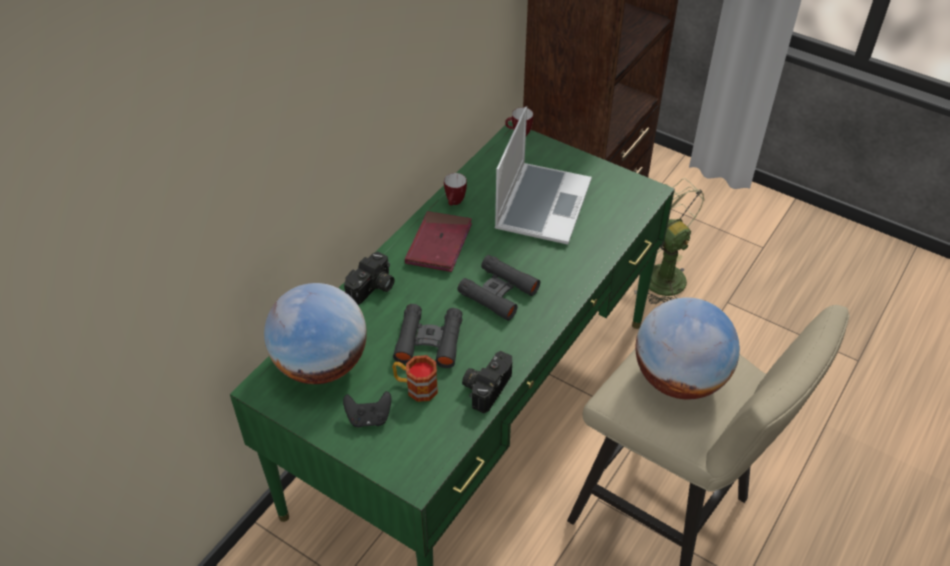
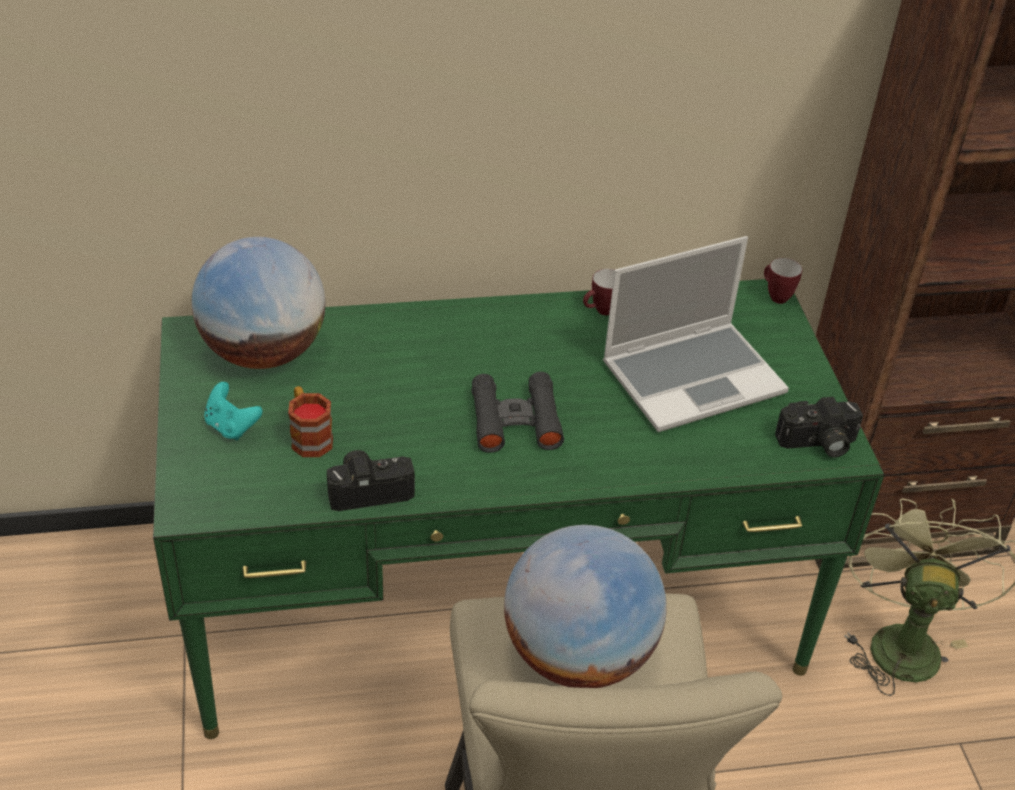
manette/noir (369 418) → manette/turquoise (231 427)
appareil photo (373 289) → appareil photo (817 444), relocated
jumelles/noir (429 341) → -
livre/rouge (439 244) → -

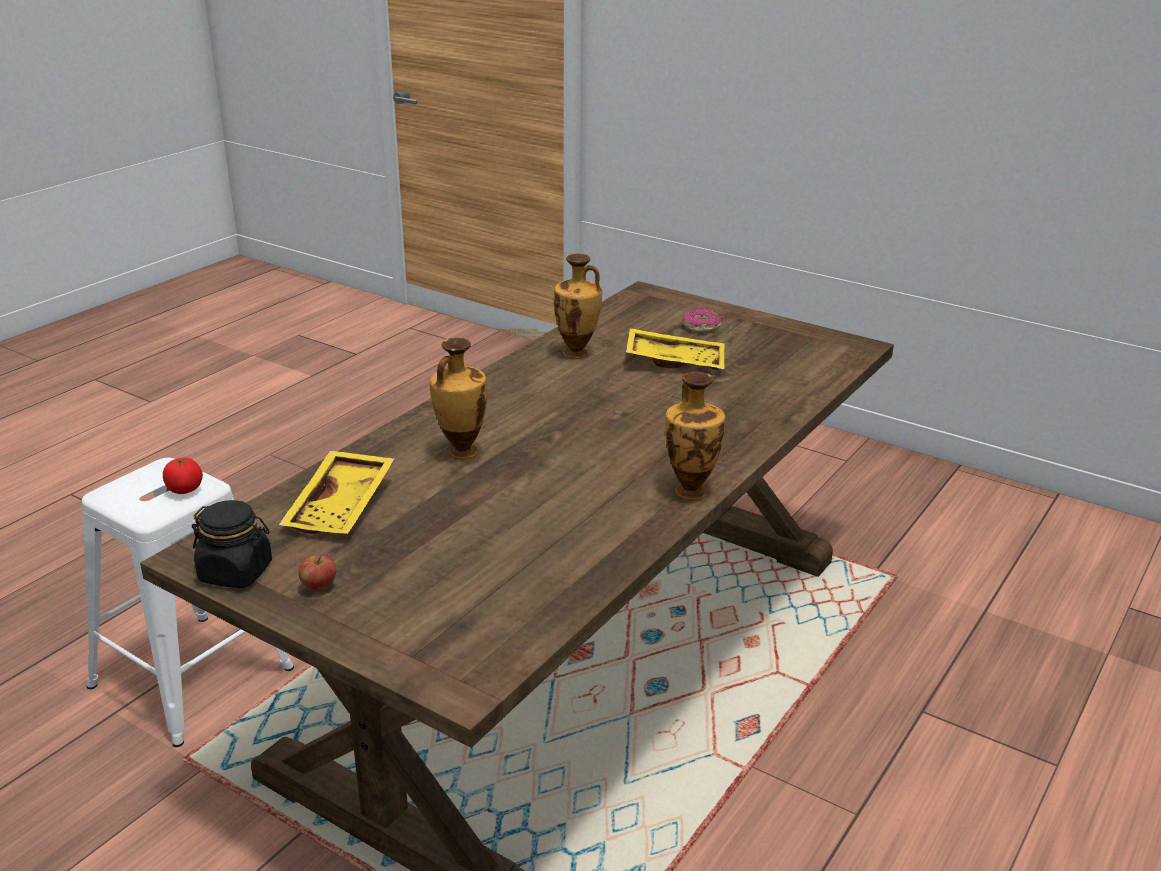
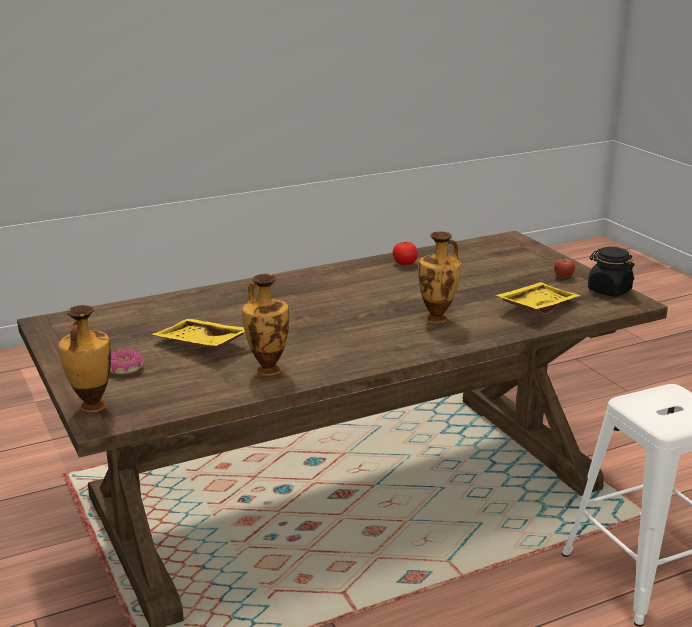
tomate (184 489) → tomate (405 263), relocated
vase (690 491) → vase (91 407), relocated

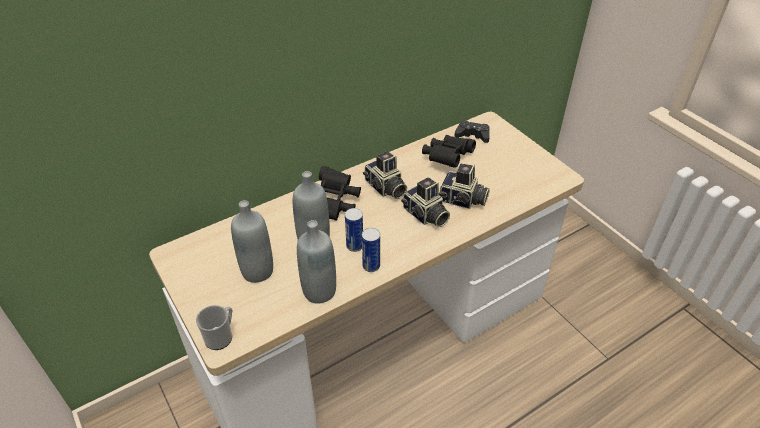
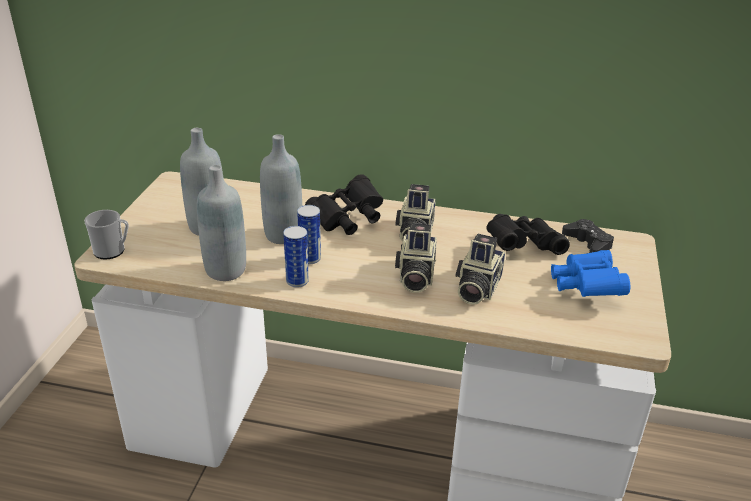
appareil photo (463 200) → appareil photo (476 288), 45 degrees clockwise
- → jumelles/bleu (585 287)

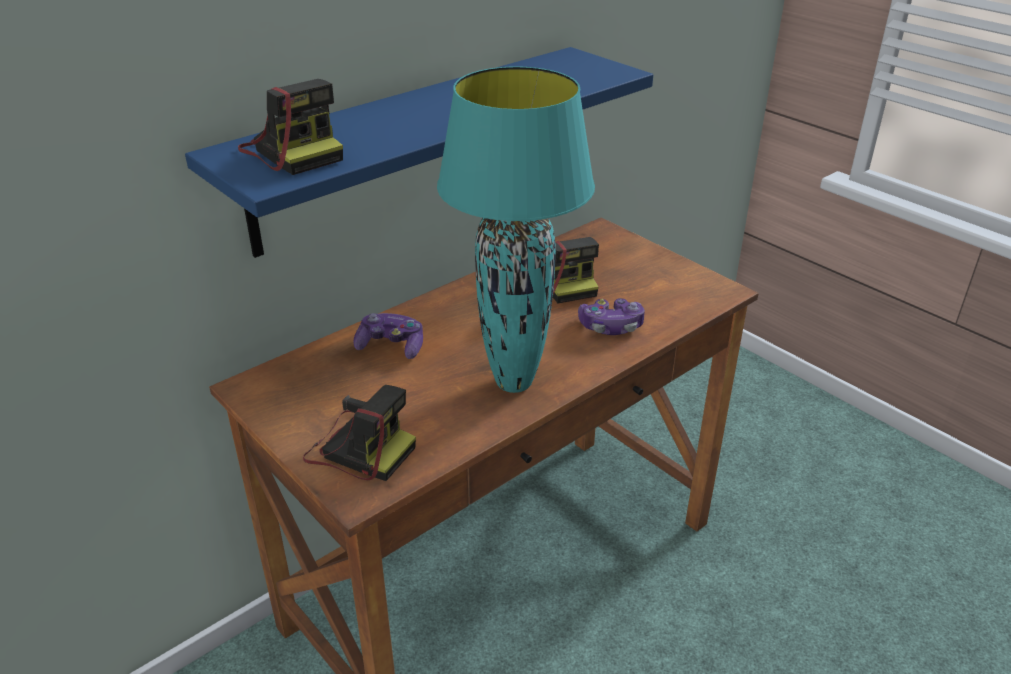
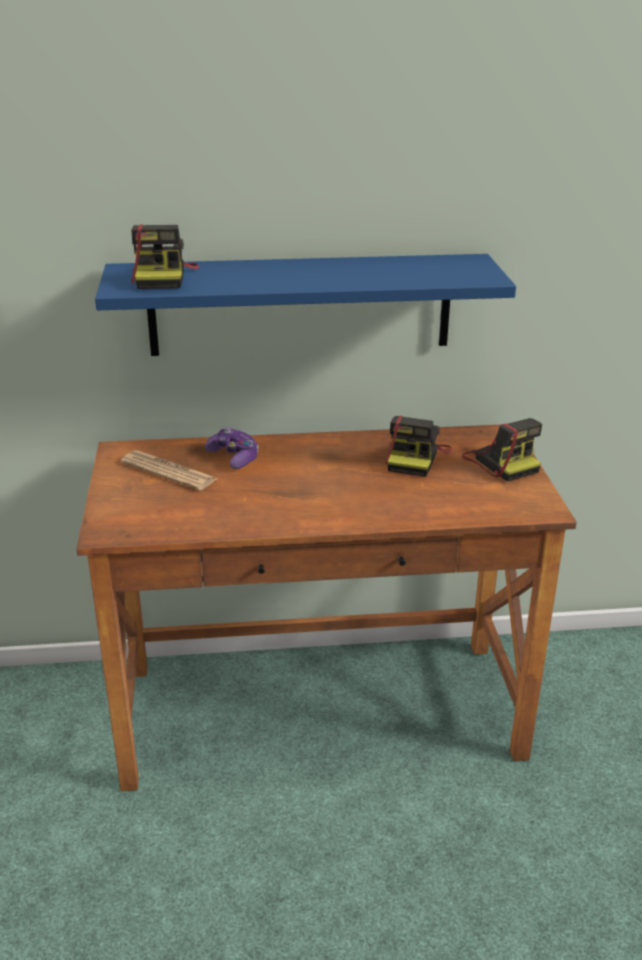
appareil photo (359 449) → appareil photo (501 462), relocated
lampe de table/turquoise (513 382) → -
manette (611 326) → -
- → journal (169 471)

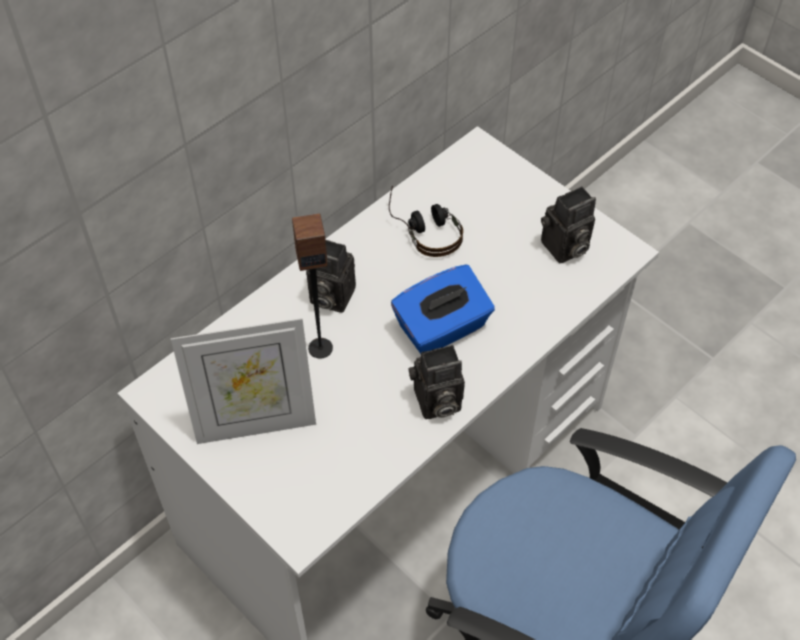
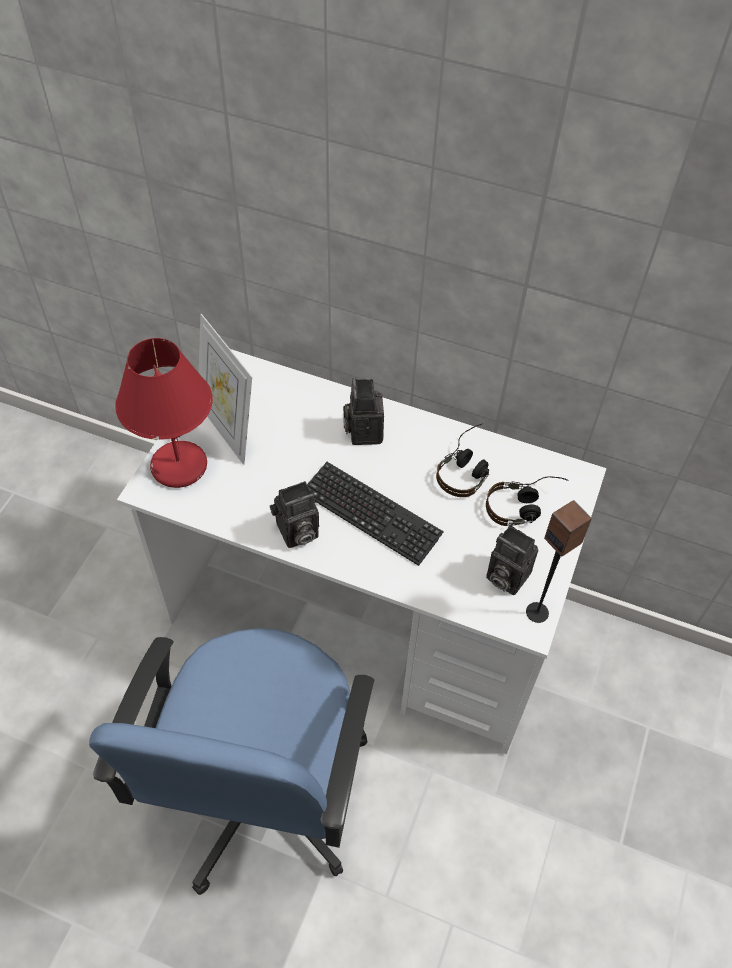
enceinte (320 347) → enceinte (537 612), relocated
boîte à mouchoirs/bleu (442 328) → clavier (371 514)
appareil photo (435 403) → appareil photo (296 533), 75 degrees counterclockwise
- → lampe de table/rouge (178 466)
- → casque audio (525 506)

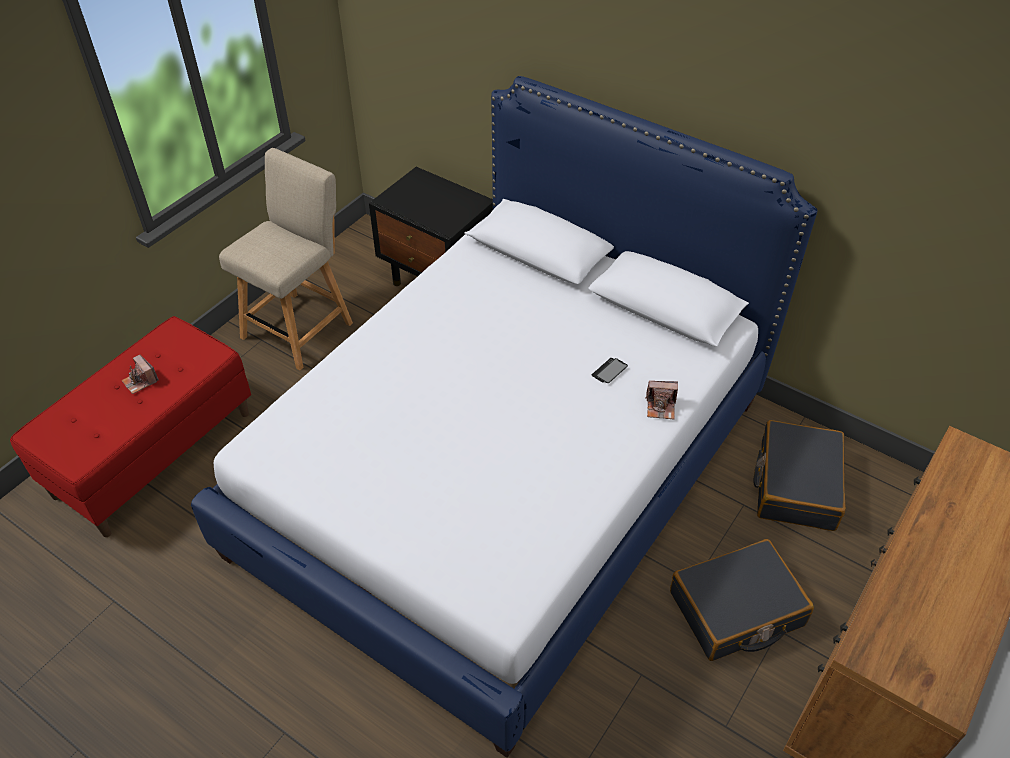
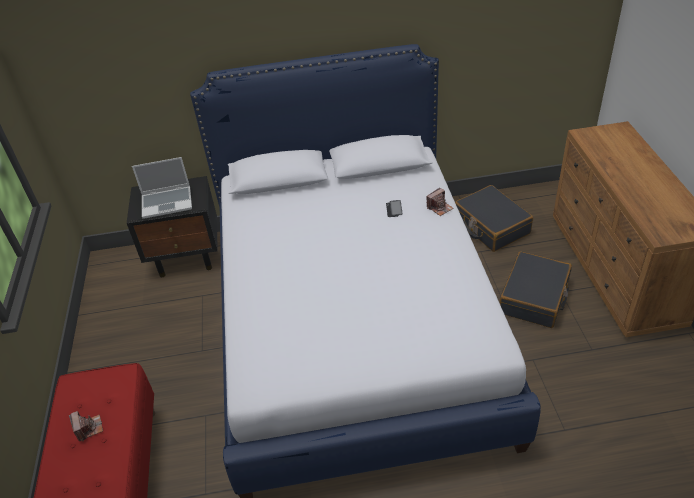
appareil photo (140 381) → appareil photo (89 428), 120 degrees counterclockwise
chaise/beige (300 327) → -
- → ordinateur portable (168 202)

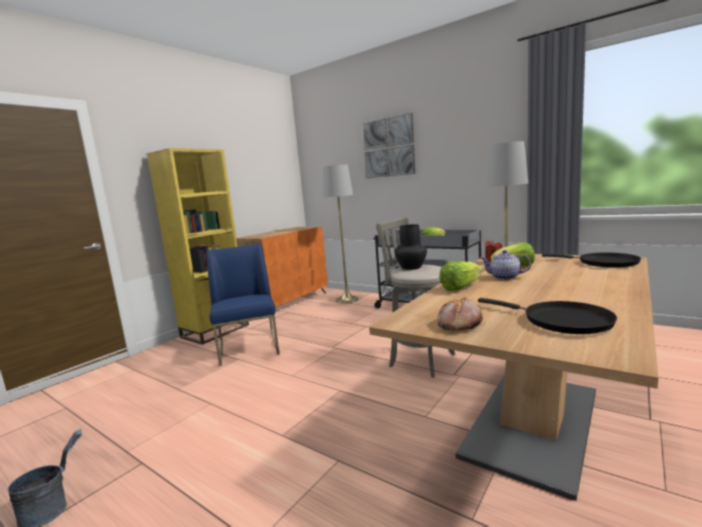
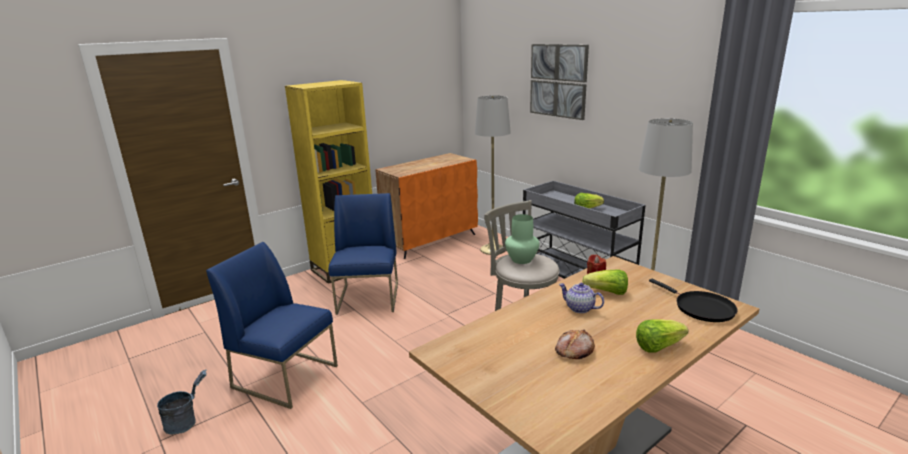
vase/noir (411 267) → vase/vert (521 259)
pain (458 324) → pain (574 350), relocated
laitue (460 288) → laitue (658 346), relocated
poêle/noir (561 321) → -
- → chaise/bleu (286 376)

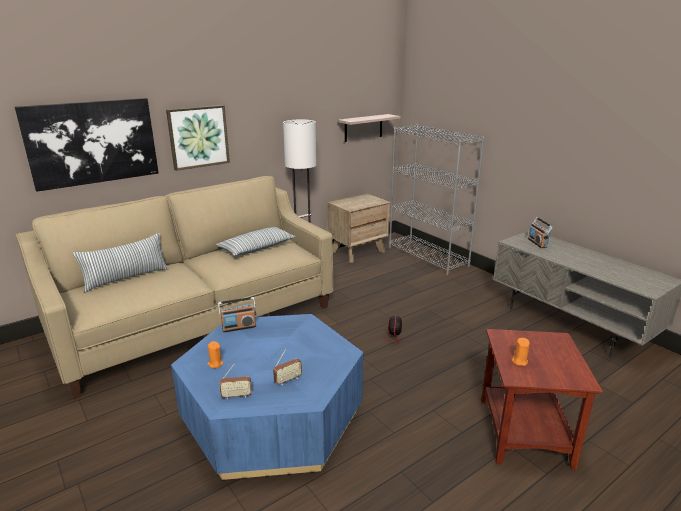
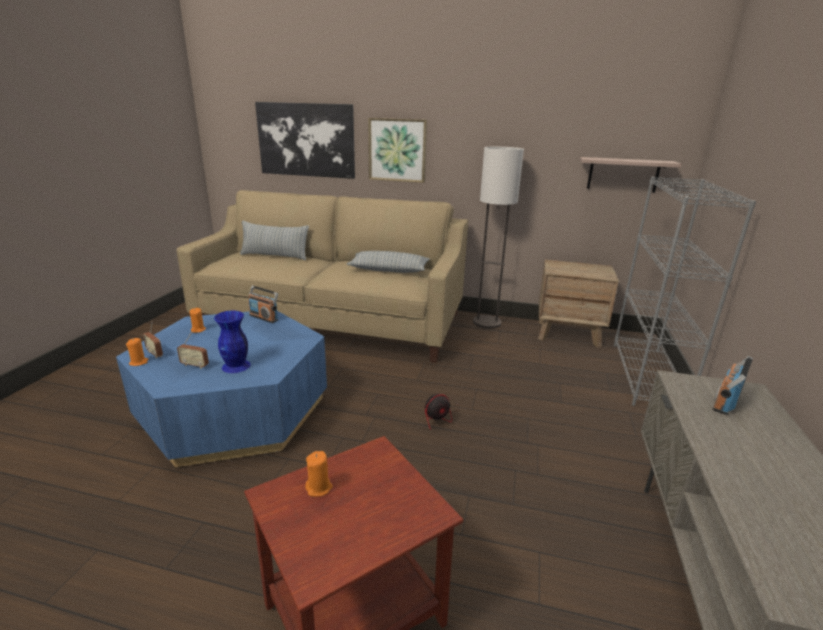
- → bougie/orange (139 362)
- → vase/bleu (236 366)

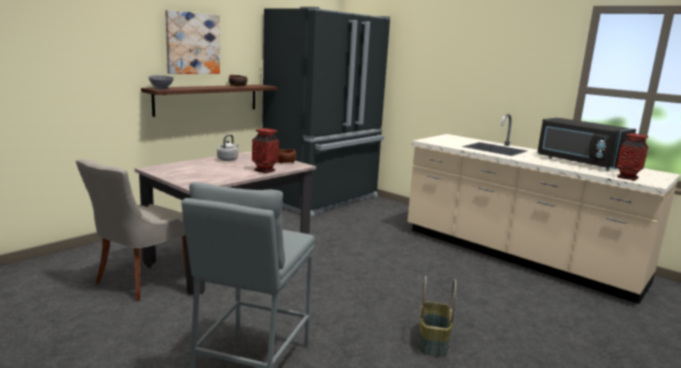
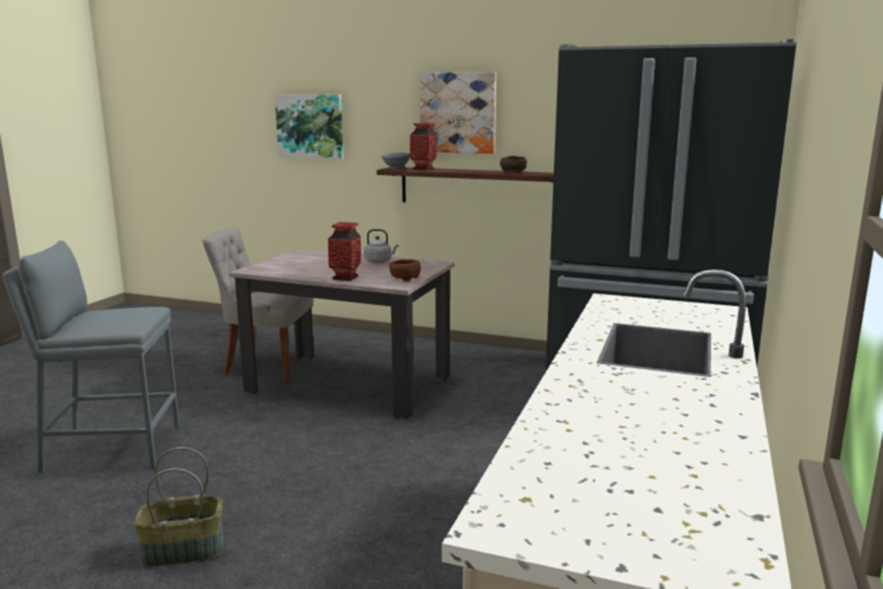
micro-ondes/noir (578 162) → -
vase (627 178) → vase (423 169), relocated
- → tableau (310 126)

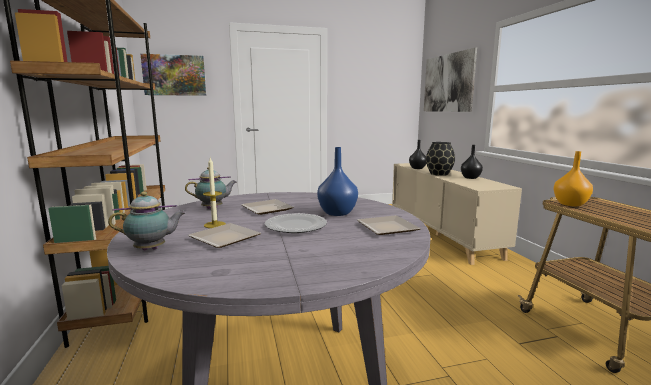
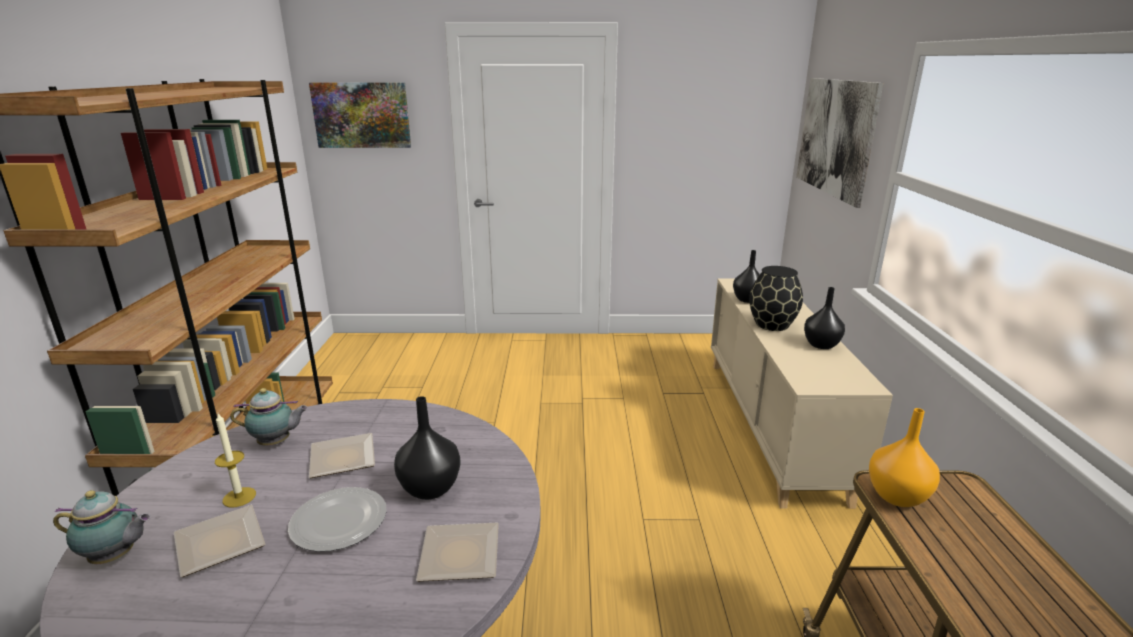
vase/bleu (336 213) → vase/noir (429 488)

